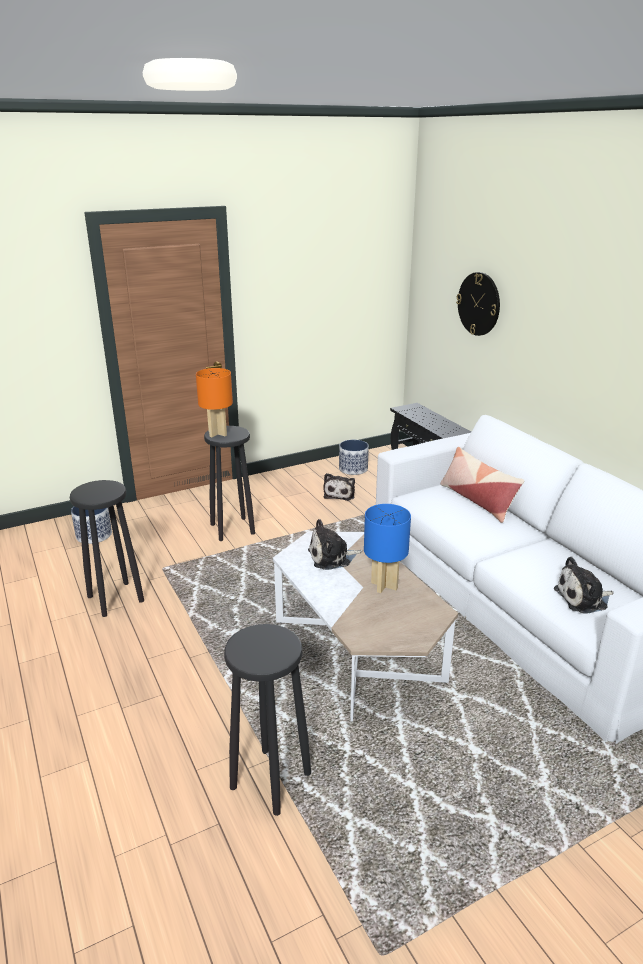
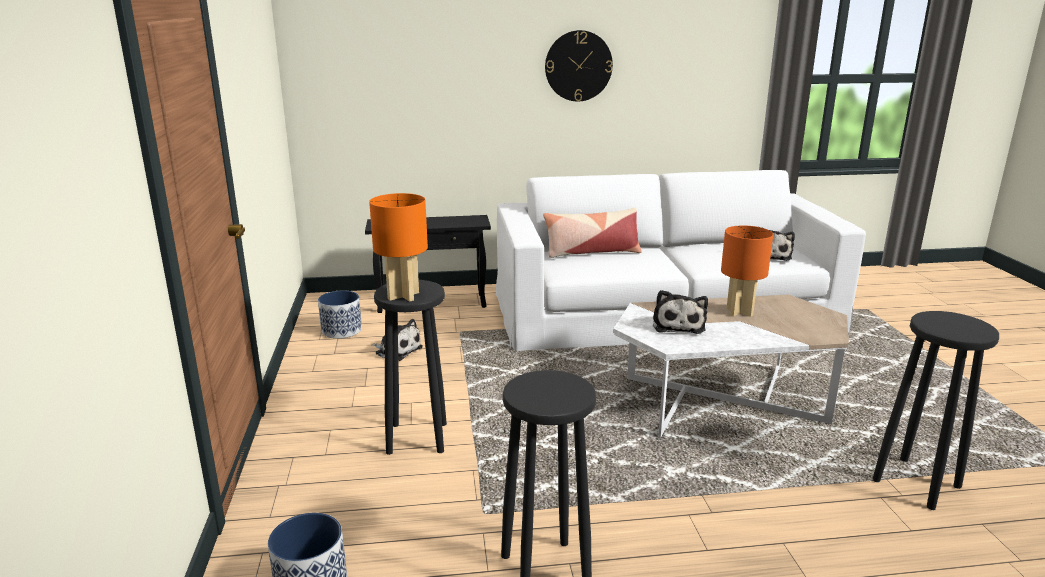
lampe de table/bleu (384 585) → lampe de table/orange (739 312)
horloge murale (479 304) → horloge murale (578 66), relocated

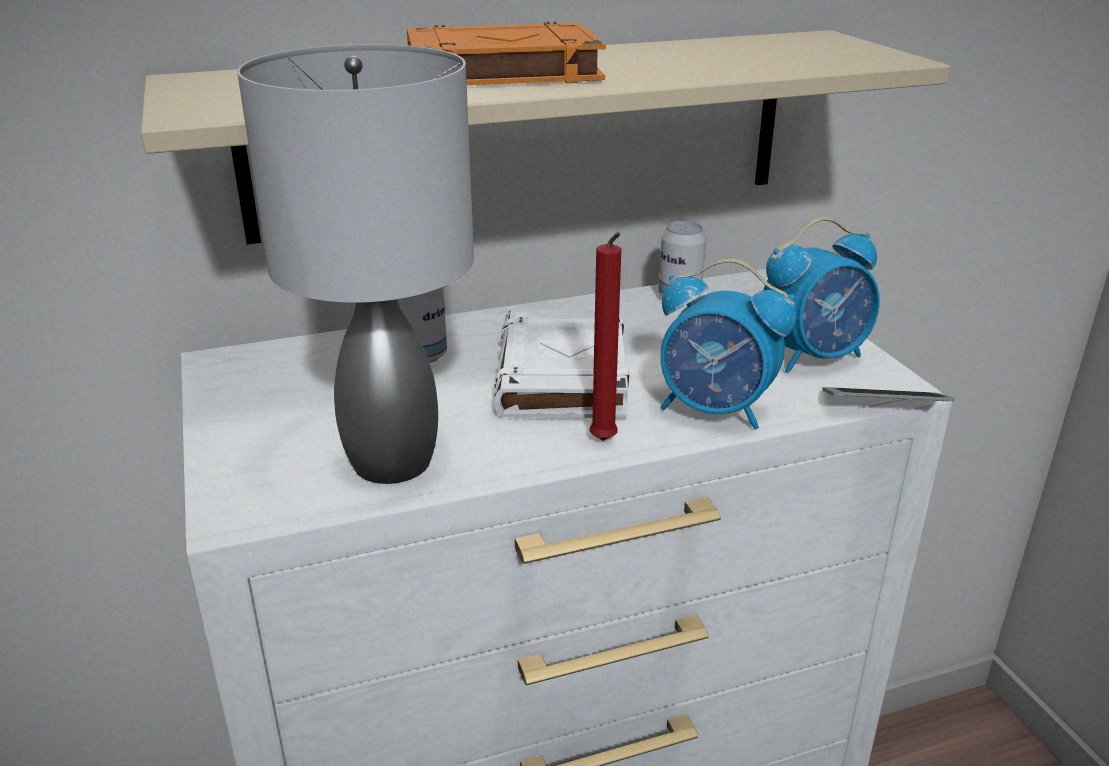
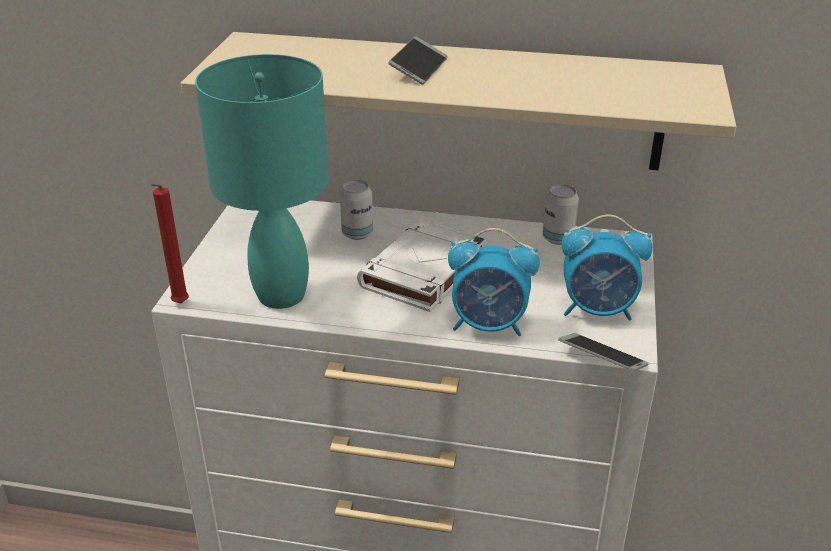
lampe de table/gris (390 463) → lampe de table/turquoise (279 295)
livre/orange (500 71) → téléphone (418 68)
bougie/rouge (604 443) → bougie/rouge (179 305), relocated
réveil (716 410) → réveil (489 325), 45 degrees counterclockwise

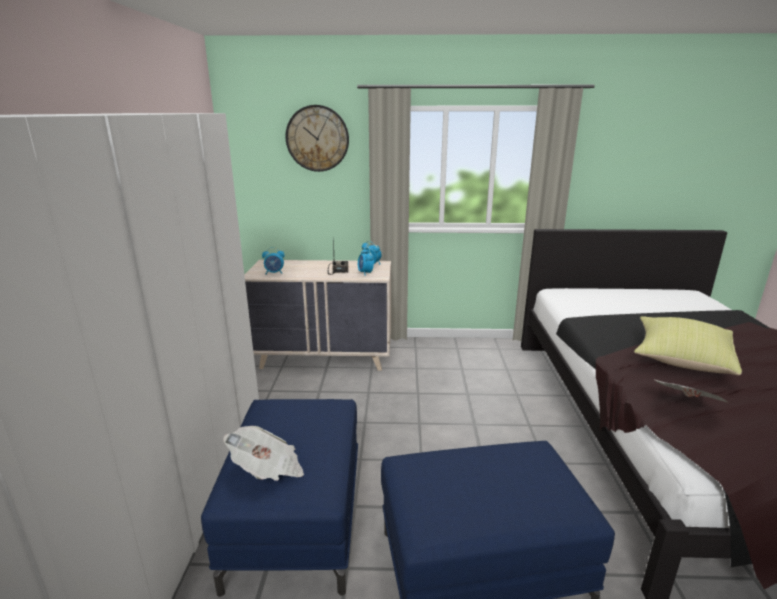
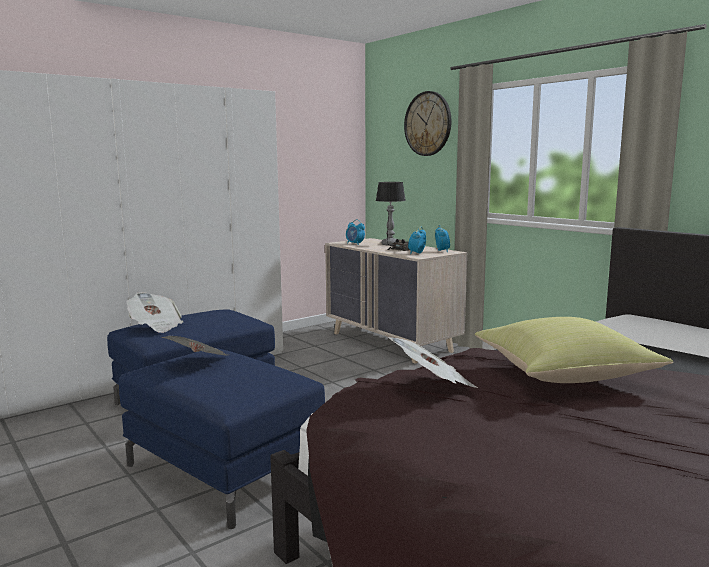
- → journal (199 363)
- → lampe de table (390 244)

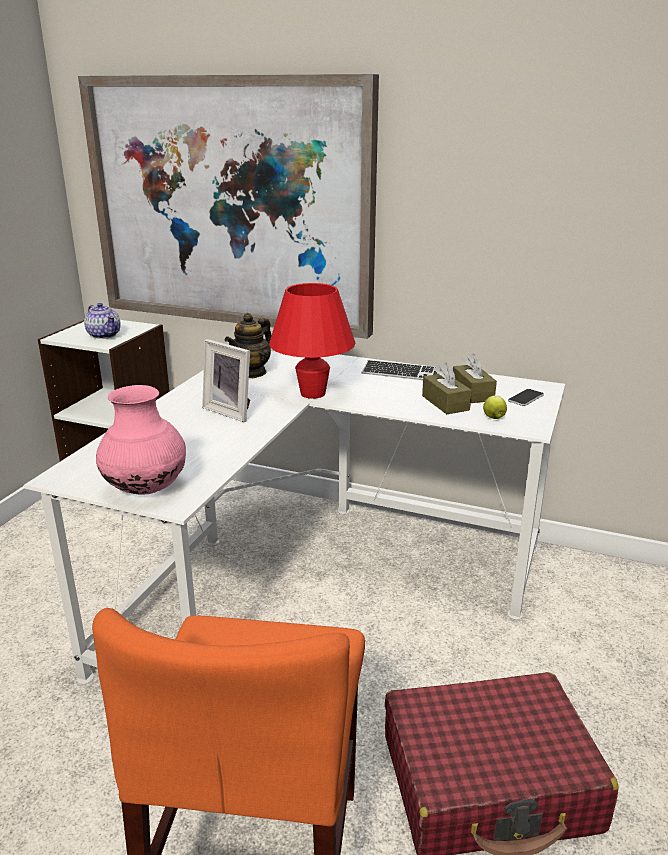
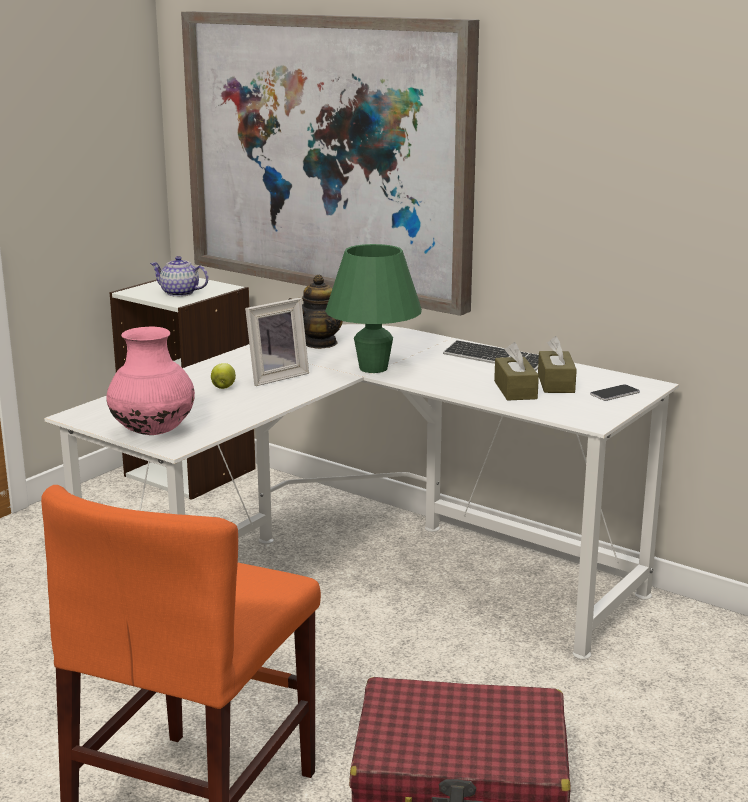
théière (104 335) → théière (180 293), 135 degrees clockwise
cadre photo (231 411) → cadre photo (275 376), 90 degrees counterclockwise
lampe de table/rouge (312 393) → lampe de table/vert (373 368)
pomme (493 417) → pomme (223 388), relocated

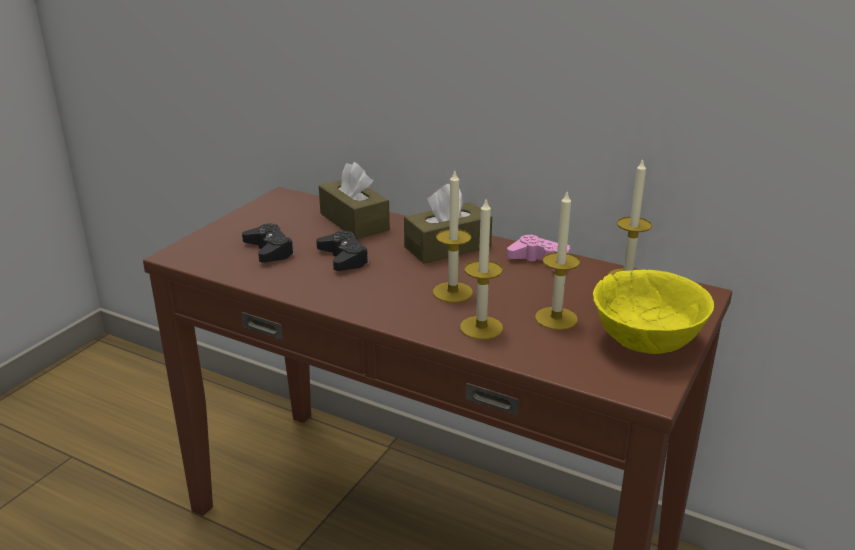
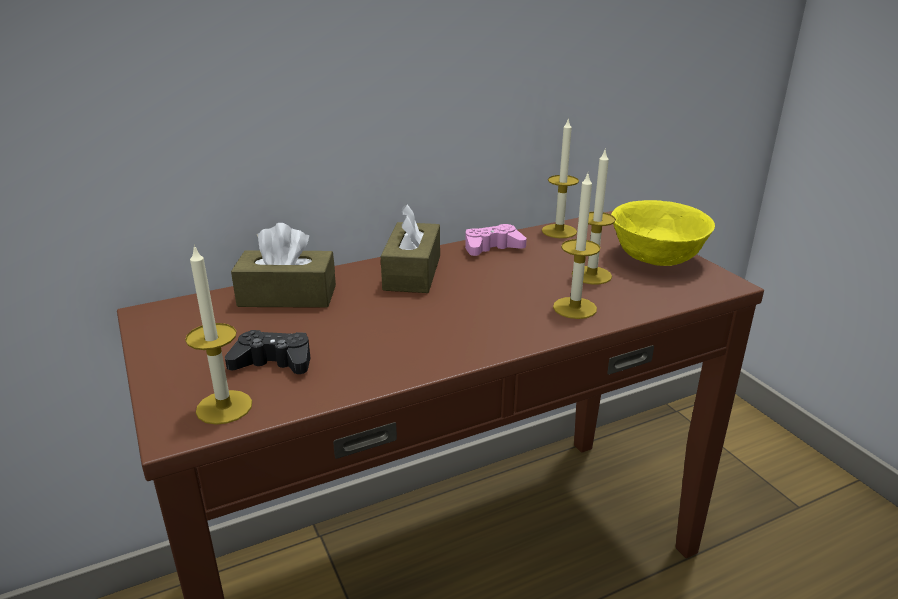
manette/noir (343 258) → -
bougie (452 292) → bougie (224 407), relocated

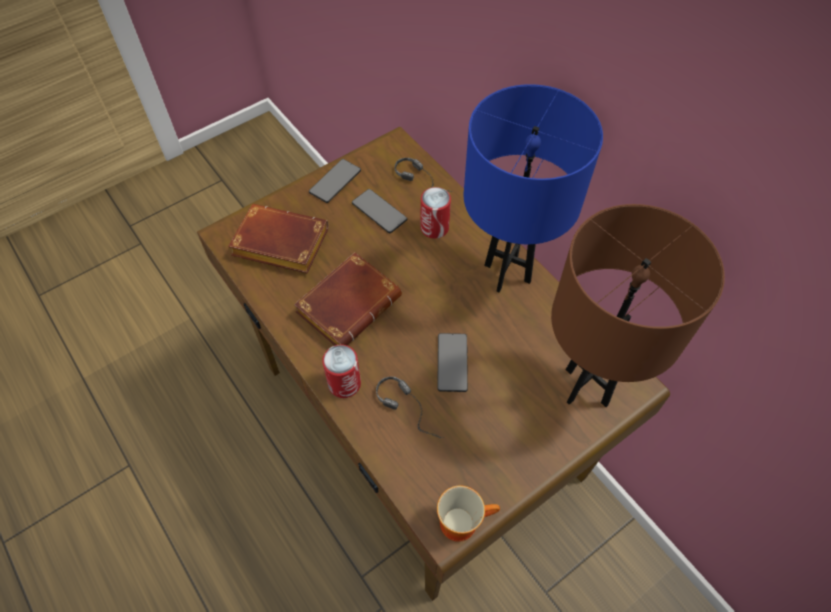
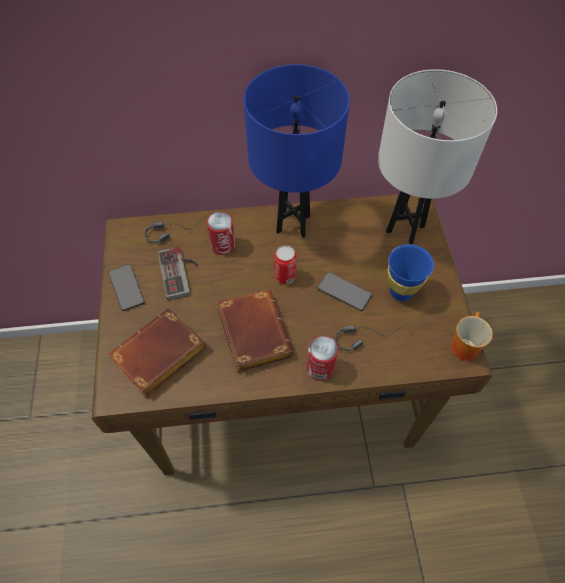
téléphone (379 212) → manette (181 272)
lampe de table/marron (586 387) → lampe de table/blanc (405 229)
- → boîte métallique (285 276)
- → tasse/bleu (401 291)

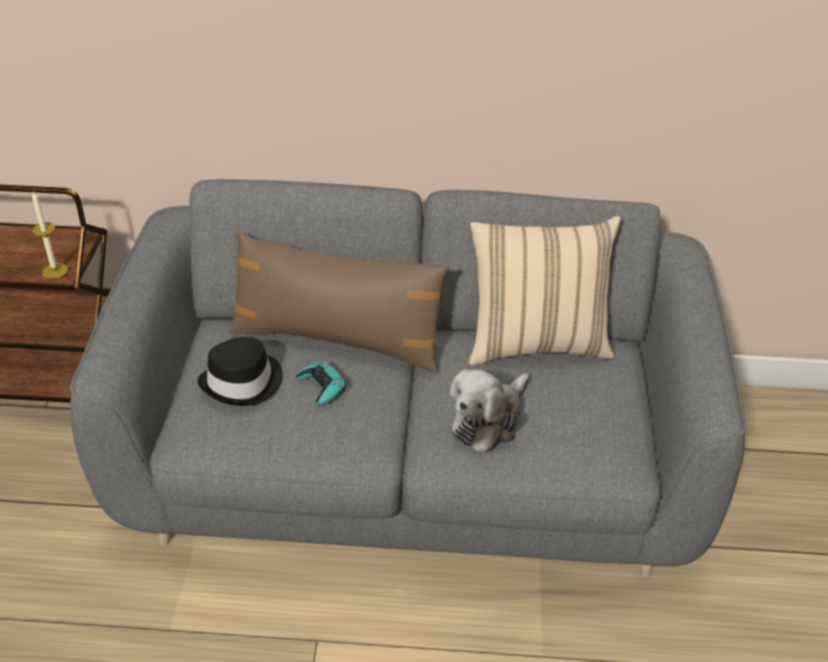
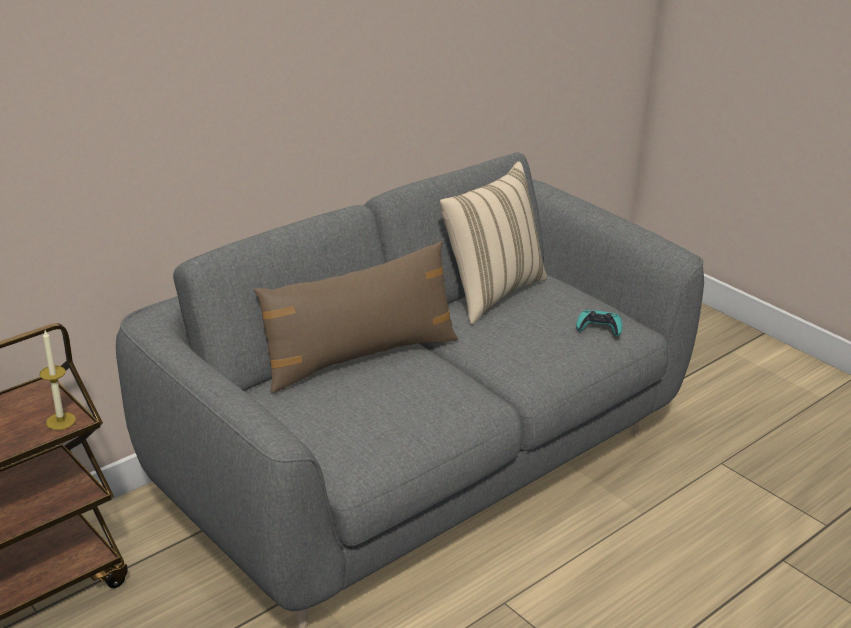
chapeau/noir (243 382) → -
manette/turquoise (322 386) → manette/turquoise (599 327), relocated
peluche (488 420) → -

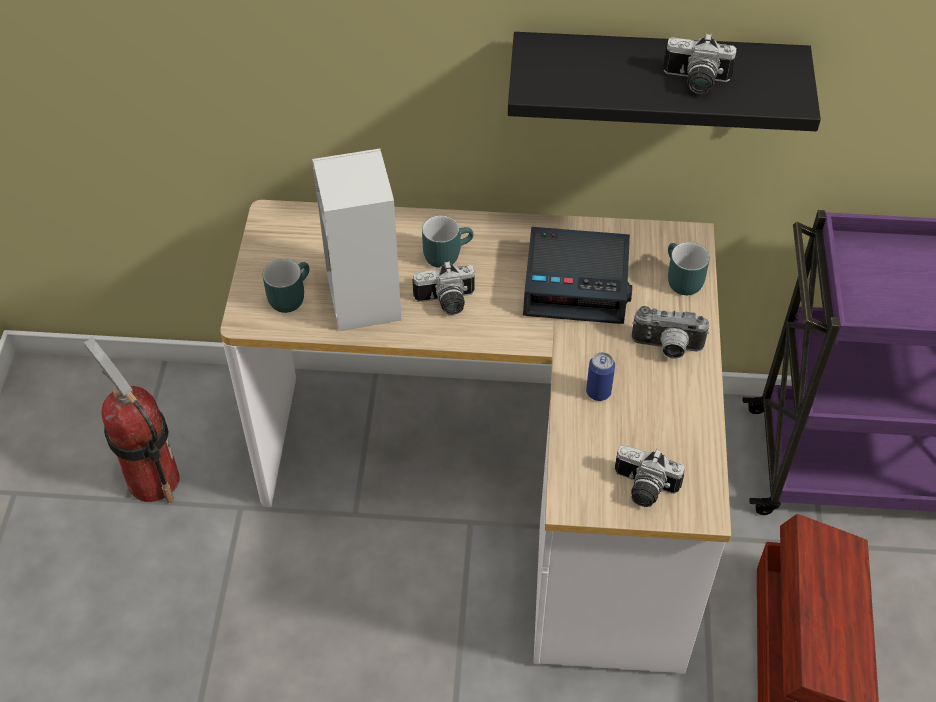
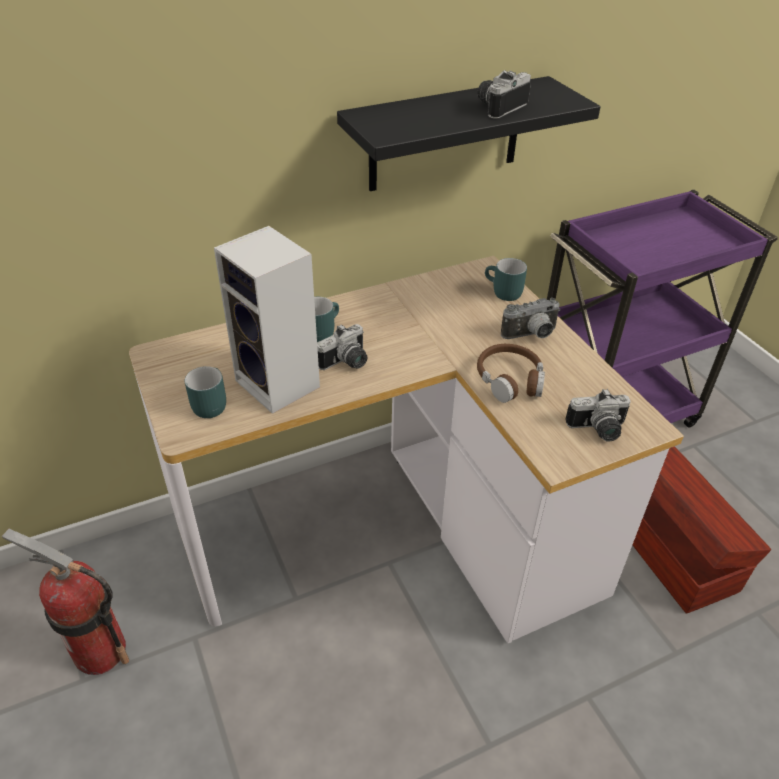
réveil (577 284) → -
boîte métallique (598 392) → casque audio/marron (510 380)
appareil photo (695 82) → appareil photo (498 106), 150 degrees clockwise

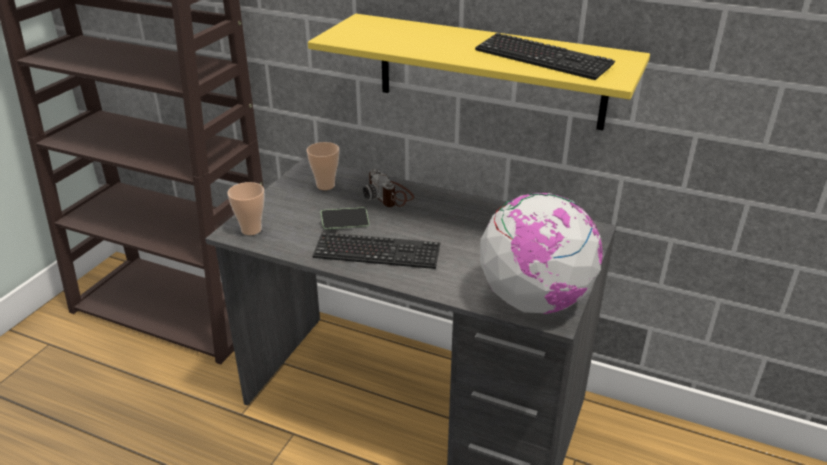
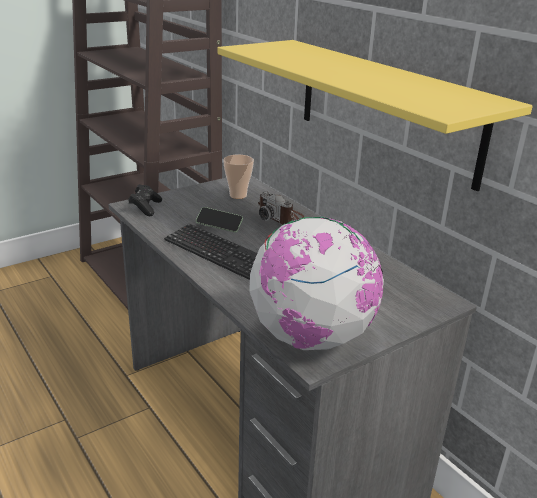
tasse (251 230) → manette/noir (145 208)
appareil photo (389 196) → appareil photo (280 217), 45 degrees counterclockwise
clavier (542 59) → -

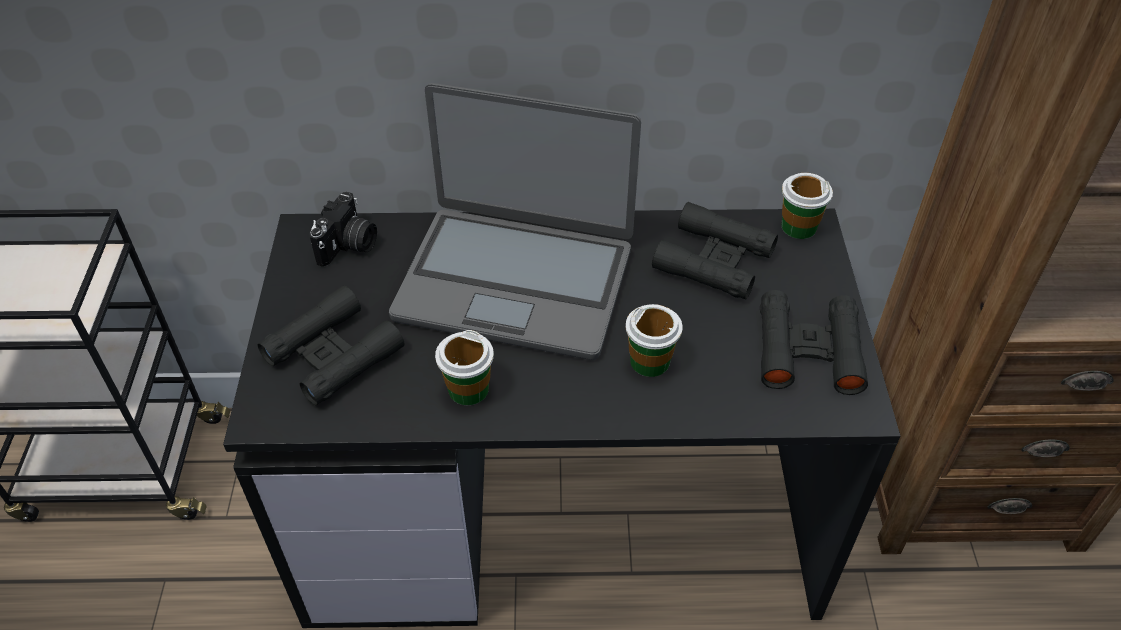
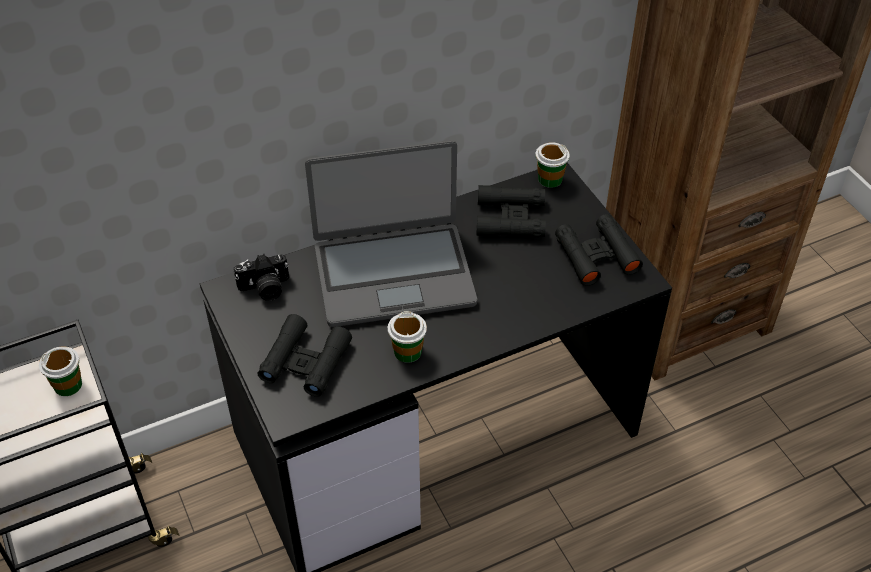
appareil photo (348 246) → appareil photo (265 289), 75 degrees clockwise
tasse (650 361) → tasse (68 385), relocated

